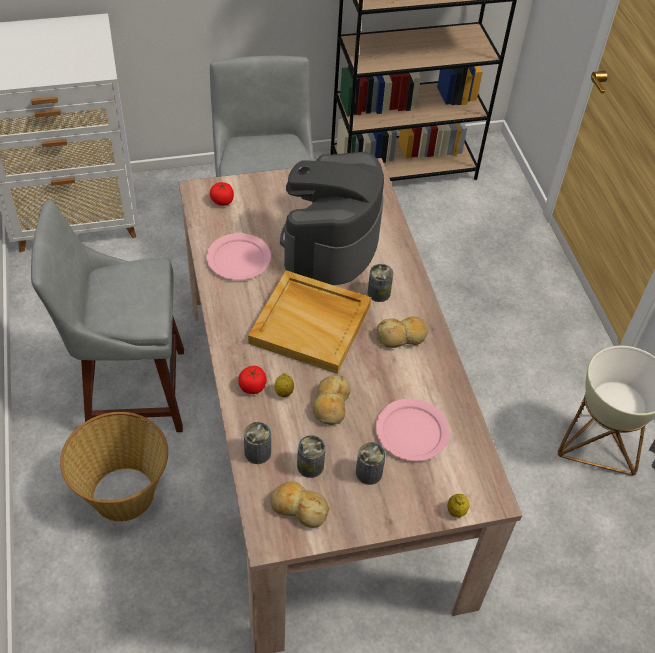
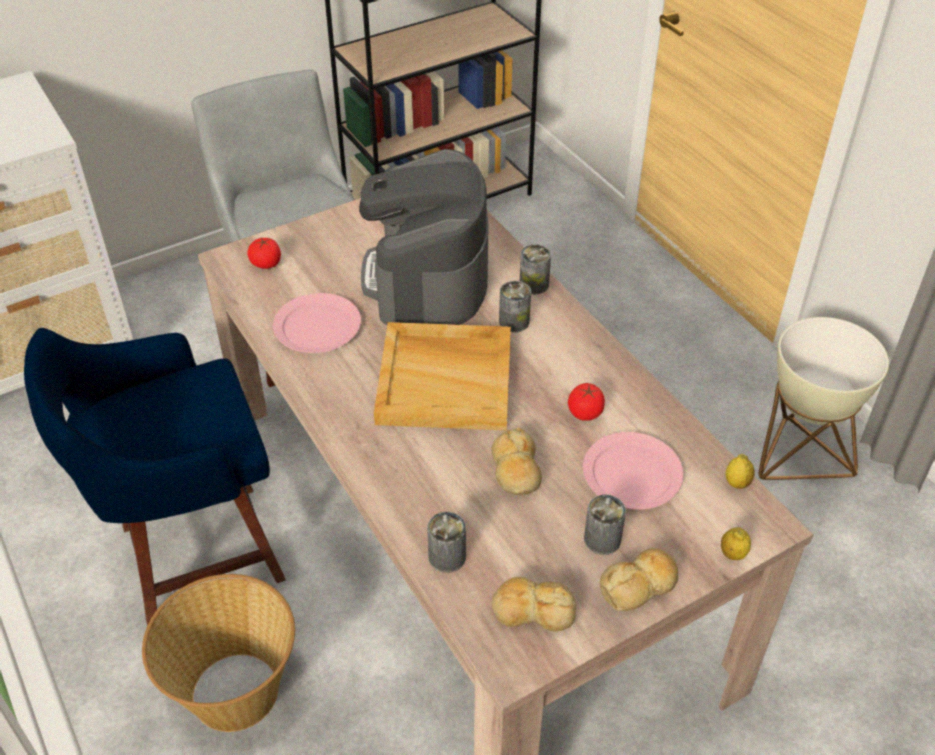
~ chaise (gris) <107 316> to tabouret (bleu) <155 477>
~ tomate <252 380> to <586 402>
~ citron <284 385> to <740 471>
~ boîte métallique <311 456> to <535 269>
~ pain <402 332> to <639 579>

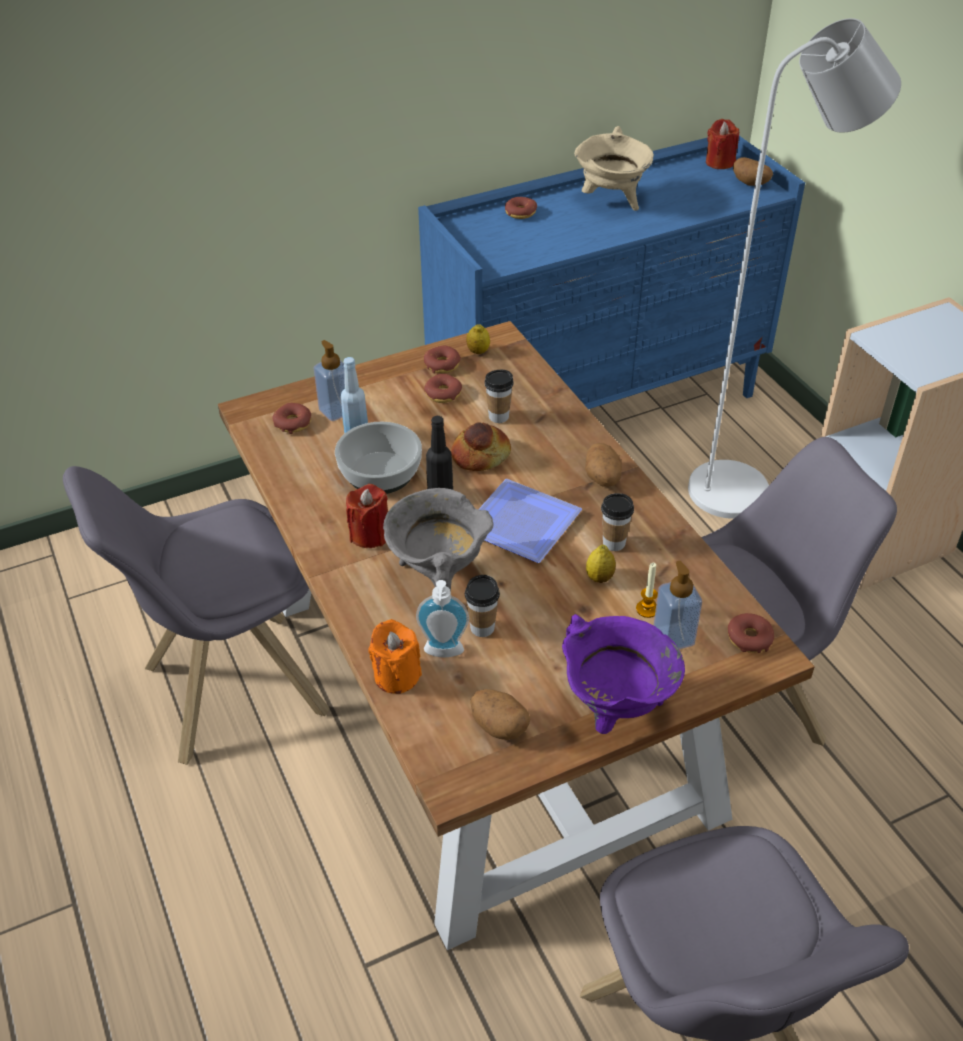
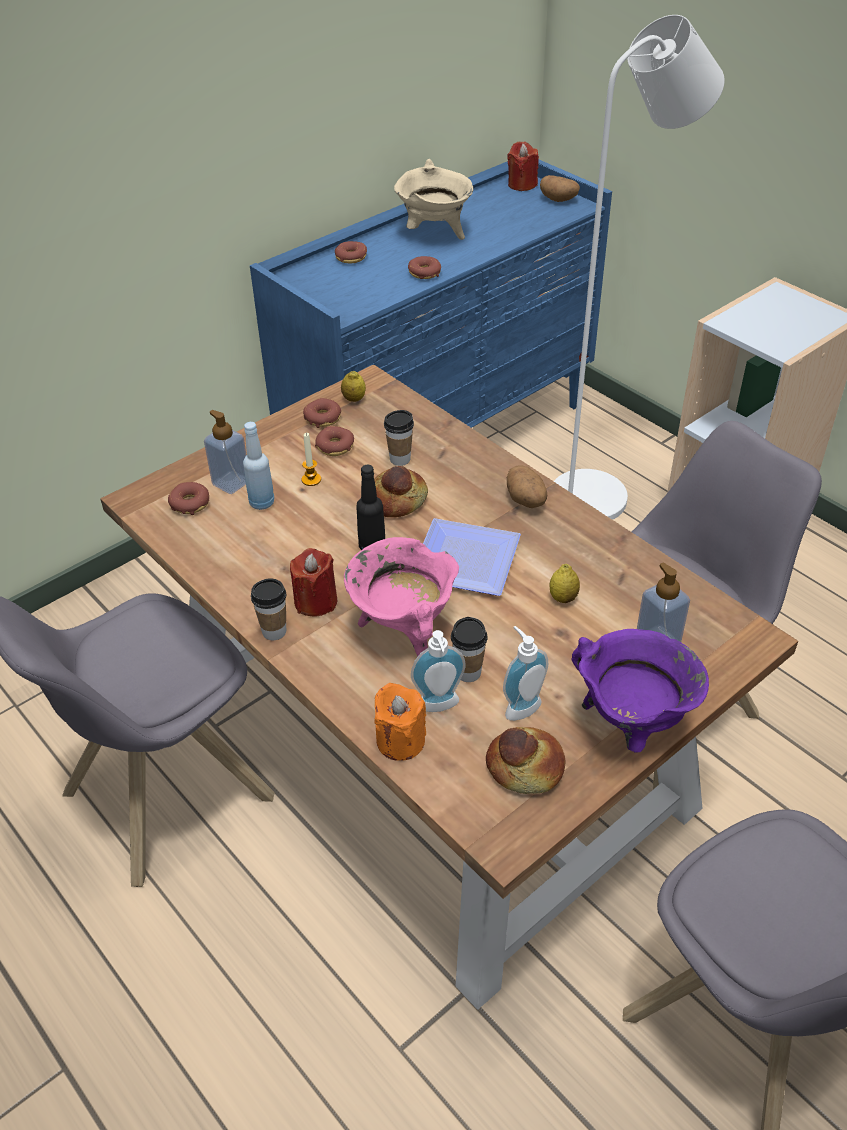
- bol <378 458>
~ marmite (gris) <438 539> to marmite (rose) <401 597>
~ pomme de terre <500 714> to pain <525 760>
~ tasse <617 522> to <268 609>
~ bougie <647 590> to <311 459>
~ beignet <751 633> to <424 267>
+ distributeur de savon <525 673>

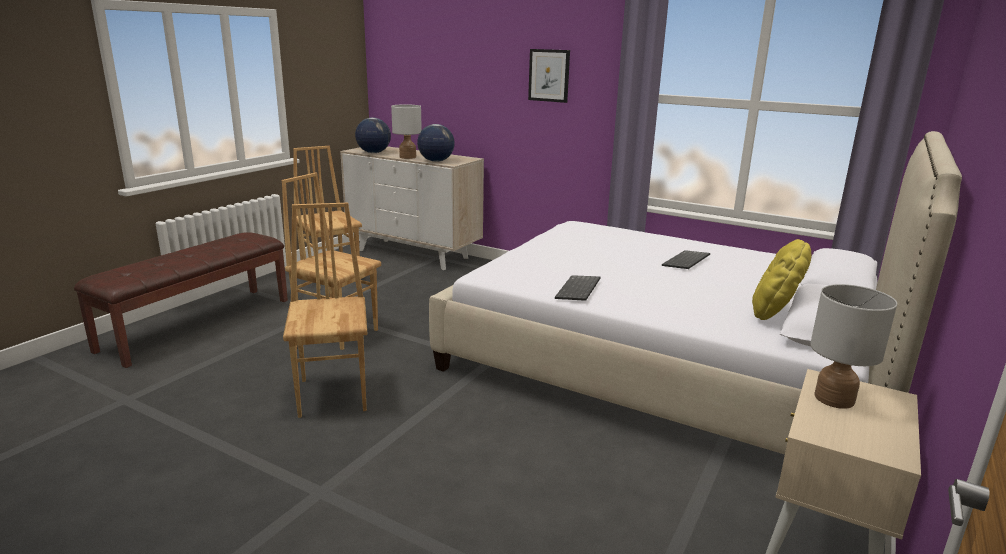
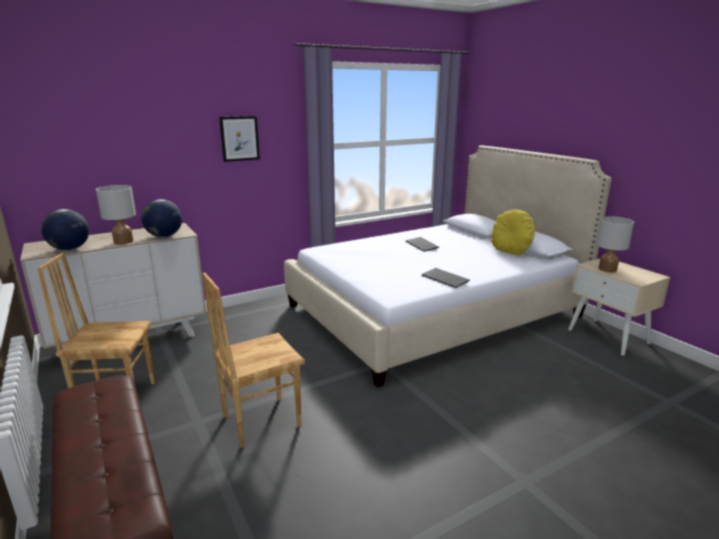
- chaise (marron) <325 310>

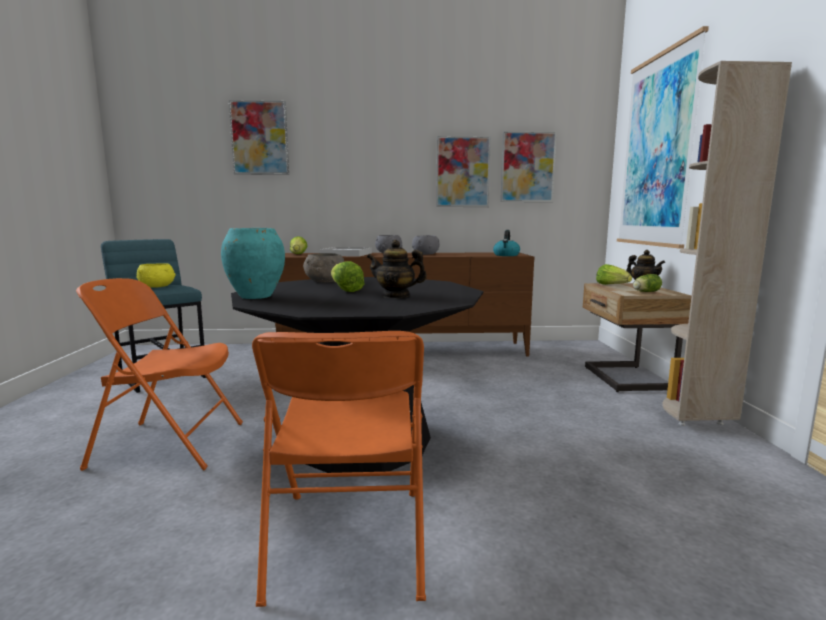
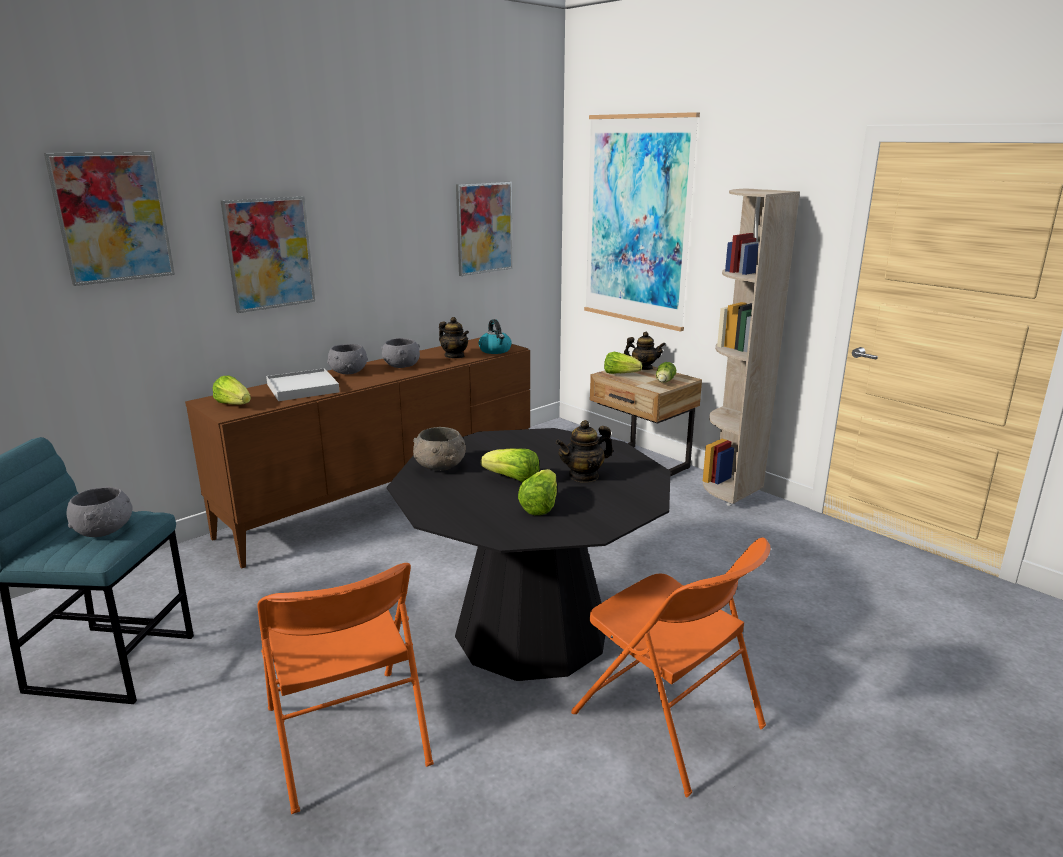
~ chaise (orange) <159 374> = <345 688> 75 degrees counterclockwise
~ bol (jaune) <156 275> to bol (gris) <99 512>
- vase (turquoise) <253 263>
~ tableau <463 171> to <268 254>
+ théière <454 337>
+ laitue <537 492>

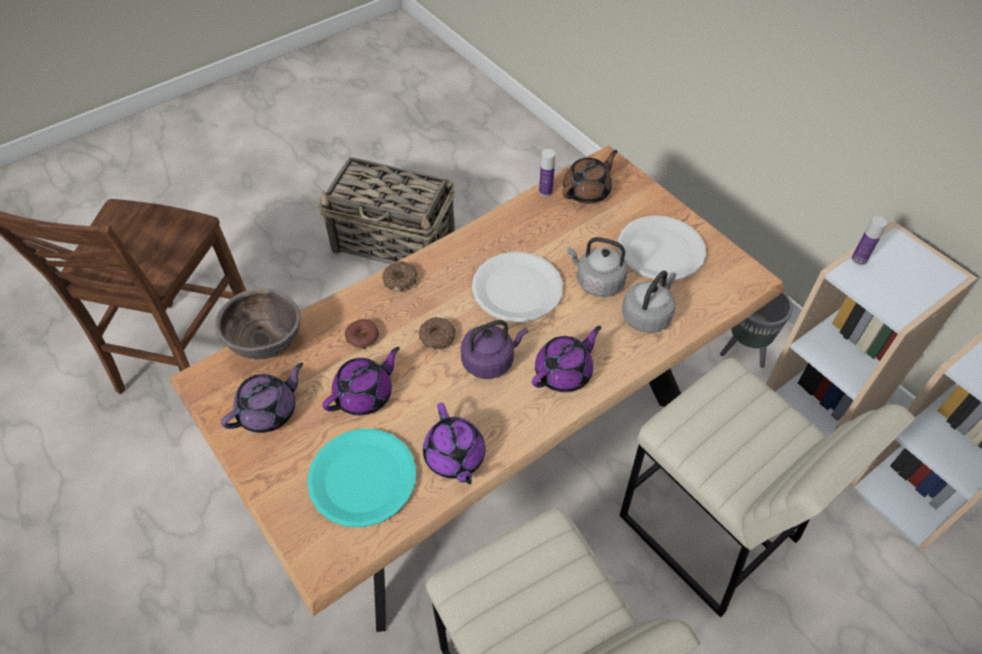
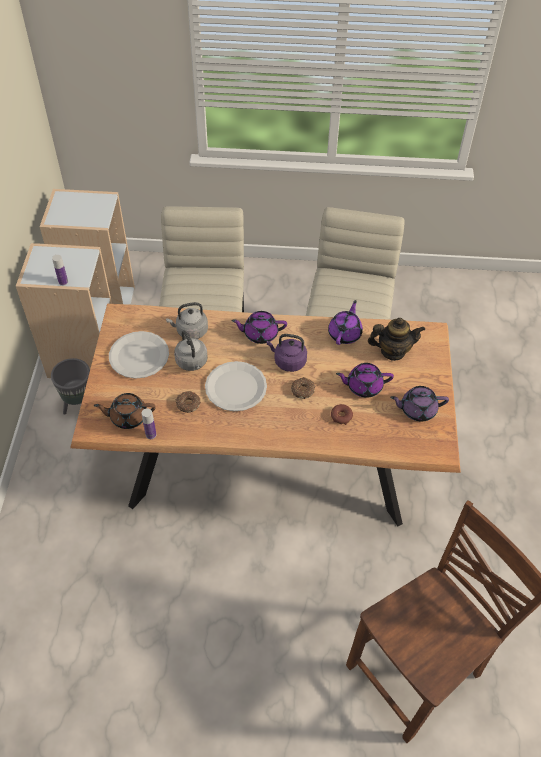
- bol (marron) <258 324>
~ assiette (turquoise) <361 478> to théière <396 339>
- panier <386 210>
~ beignet <400 276> to <188 402>

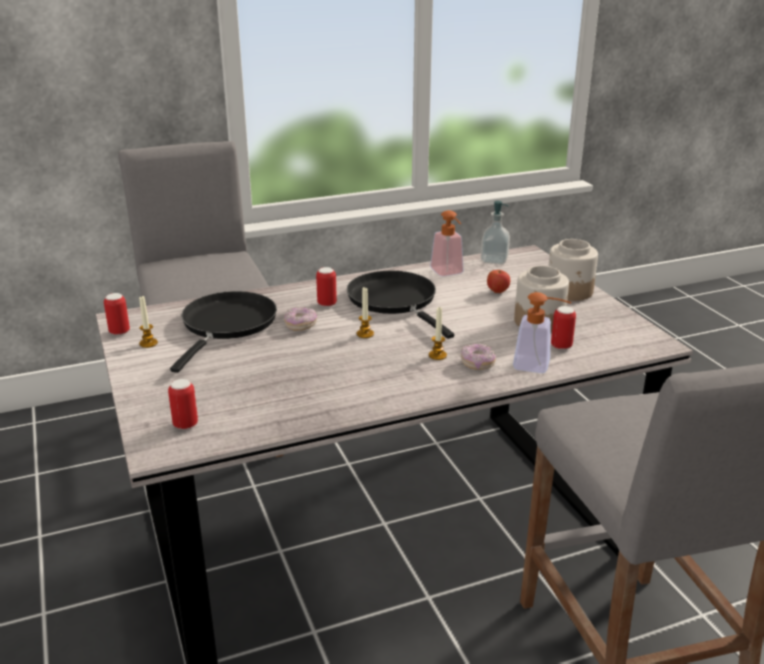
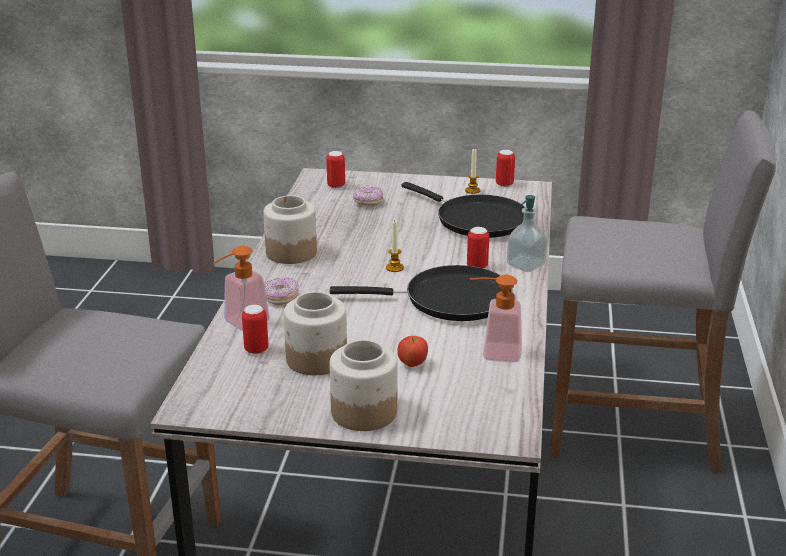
~ beignet <300 319> to <368 196>
- bougie <438 333>
~ distributeur de savon <495 233> to <527 233>
+ bocal <290 229>

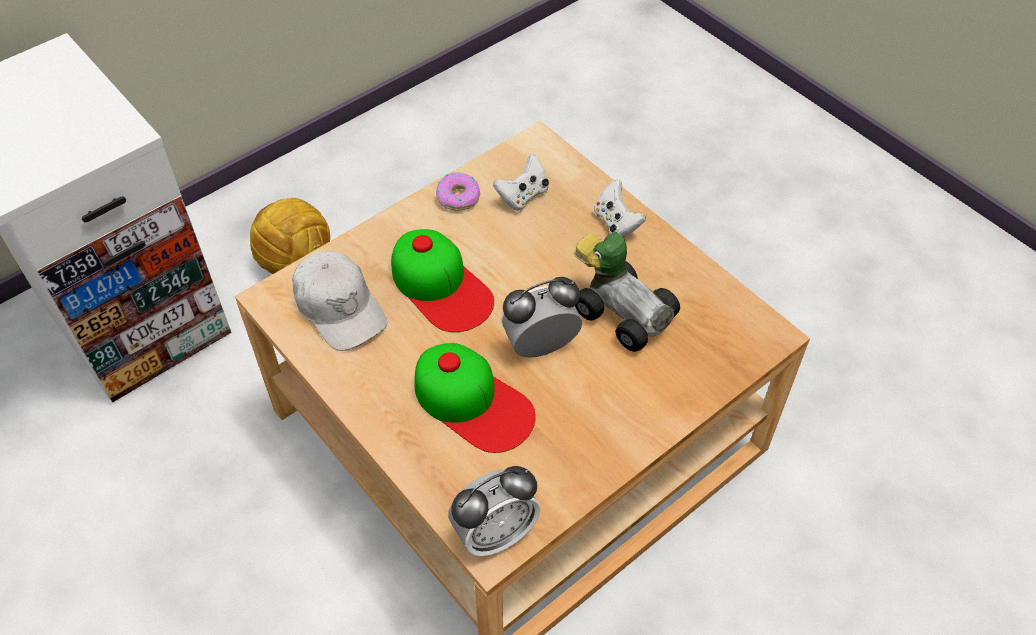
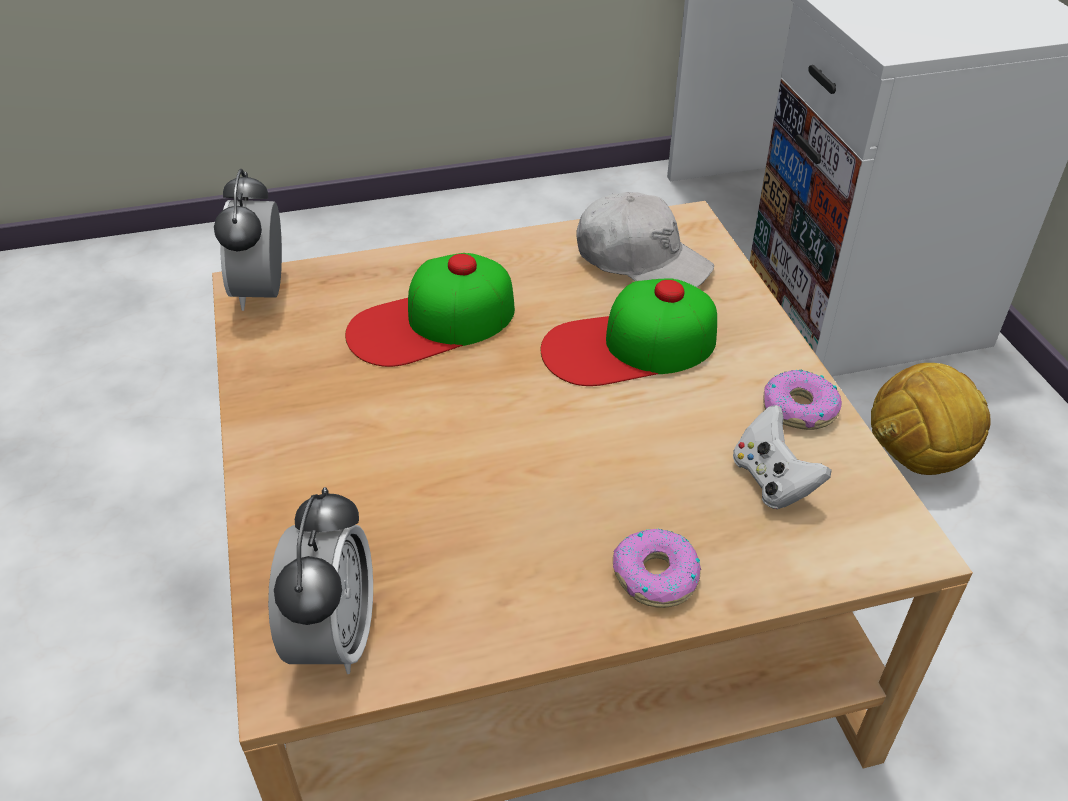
~ casquette (blanc) <339 301> = <645 240> 135 degrees counterclockwise
~ réveil <541 317> to <320 580>
- petite voiture <626 292>
~ manette (blanc) <620 208> to beignet <657 568>

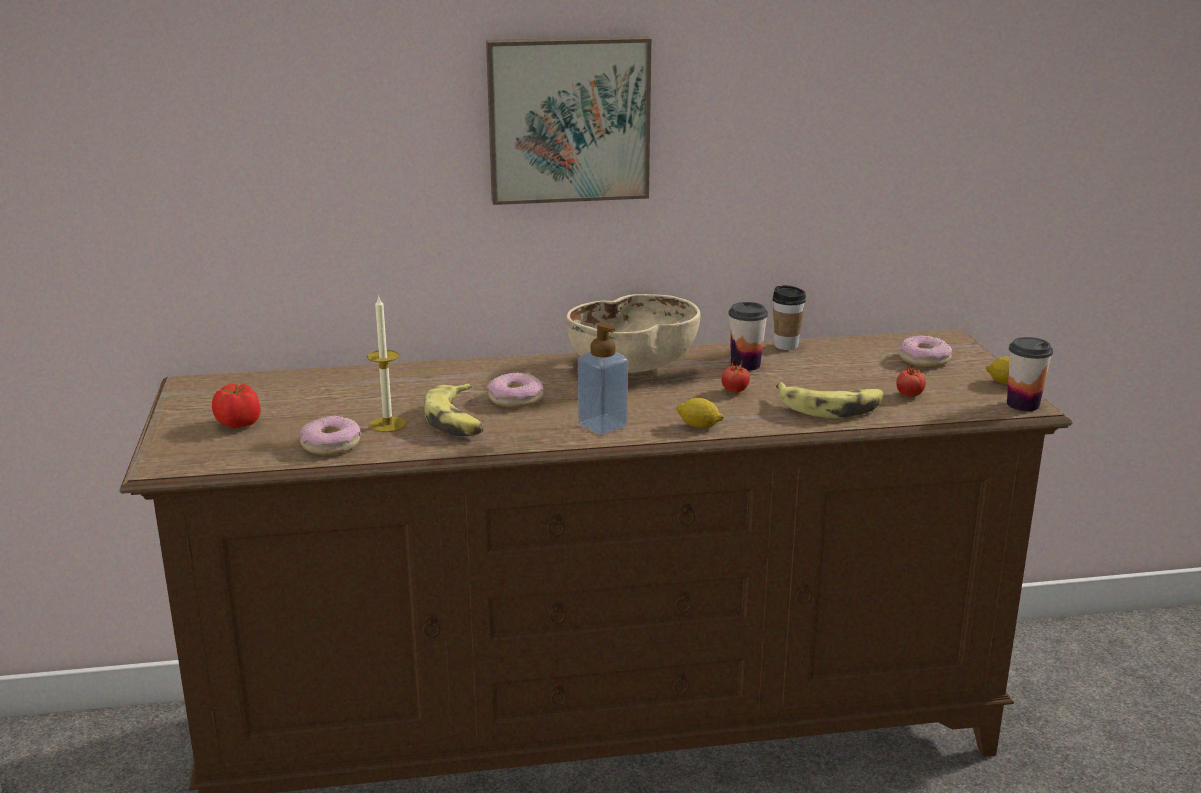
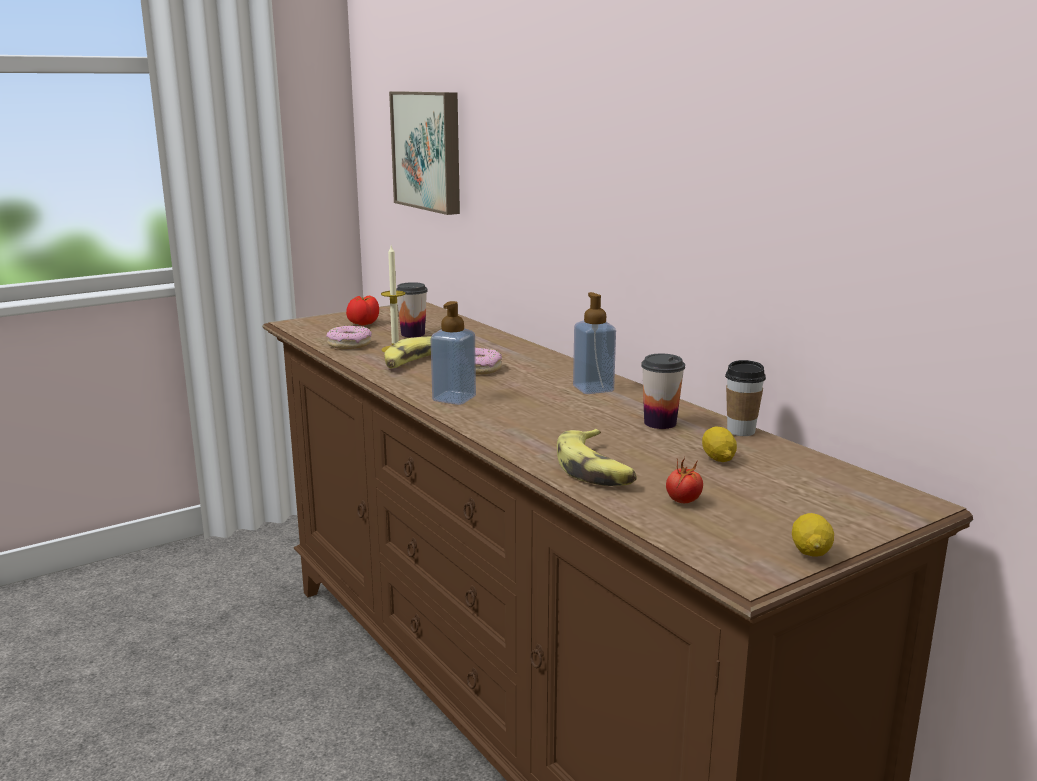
~ tableau <568 120> to <424 153>
~ bol (beige) <633 333> to distributeur de savon <594 343>
~ citron <700 413> to <719 444>
- tomate <735 375>
- beignet <926 351>
~ tasse <1030 374> to <412 309>

